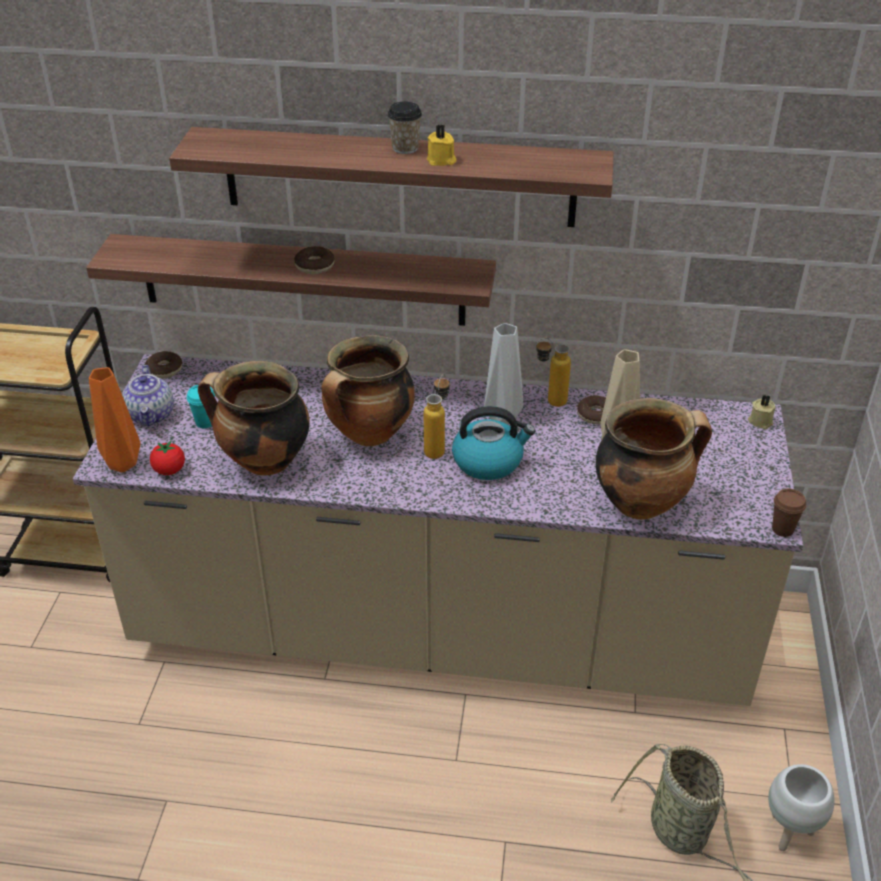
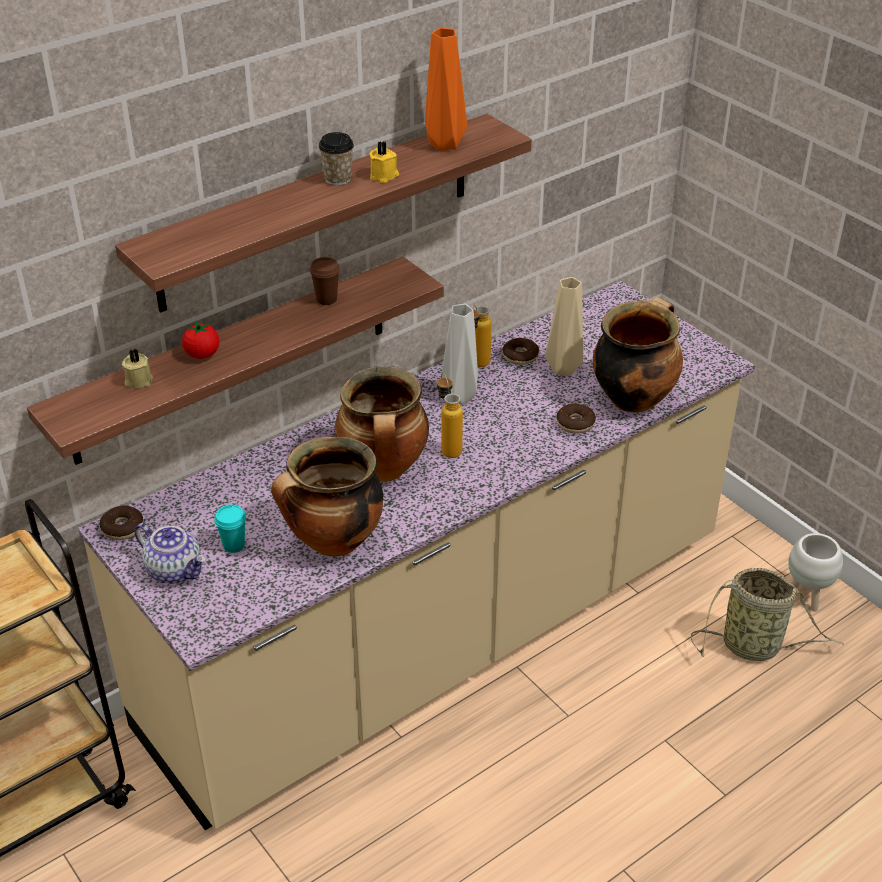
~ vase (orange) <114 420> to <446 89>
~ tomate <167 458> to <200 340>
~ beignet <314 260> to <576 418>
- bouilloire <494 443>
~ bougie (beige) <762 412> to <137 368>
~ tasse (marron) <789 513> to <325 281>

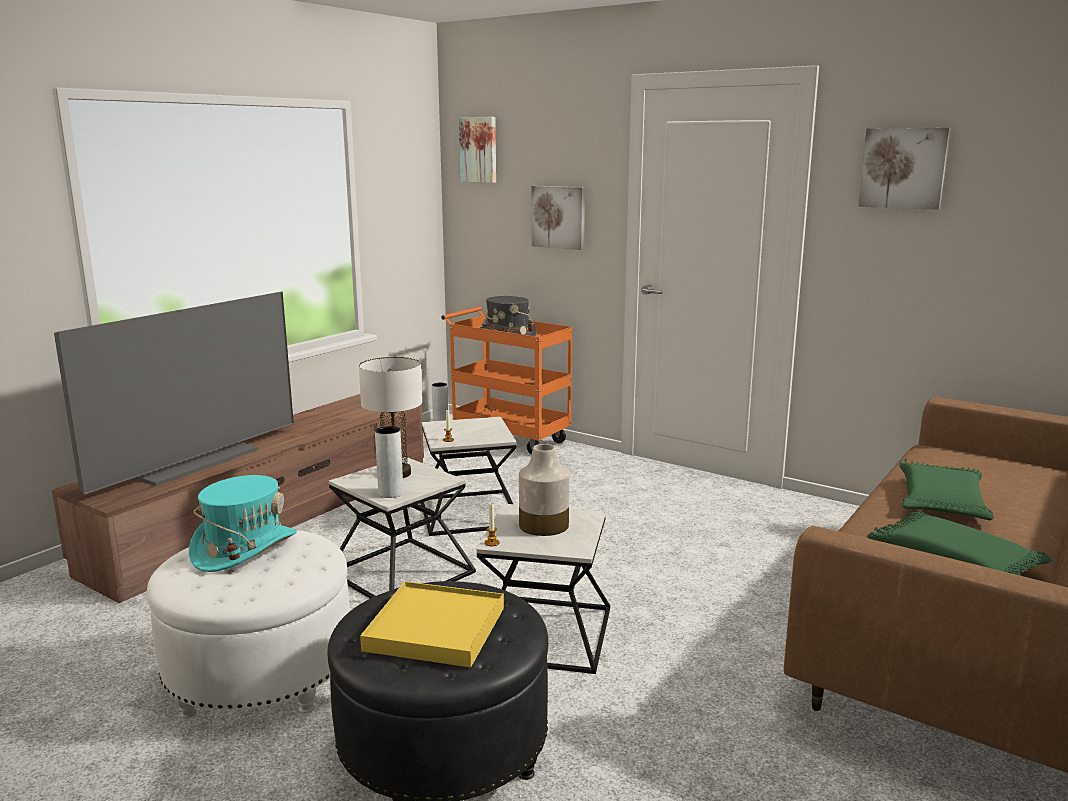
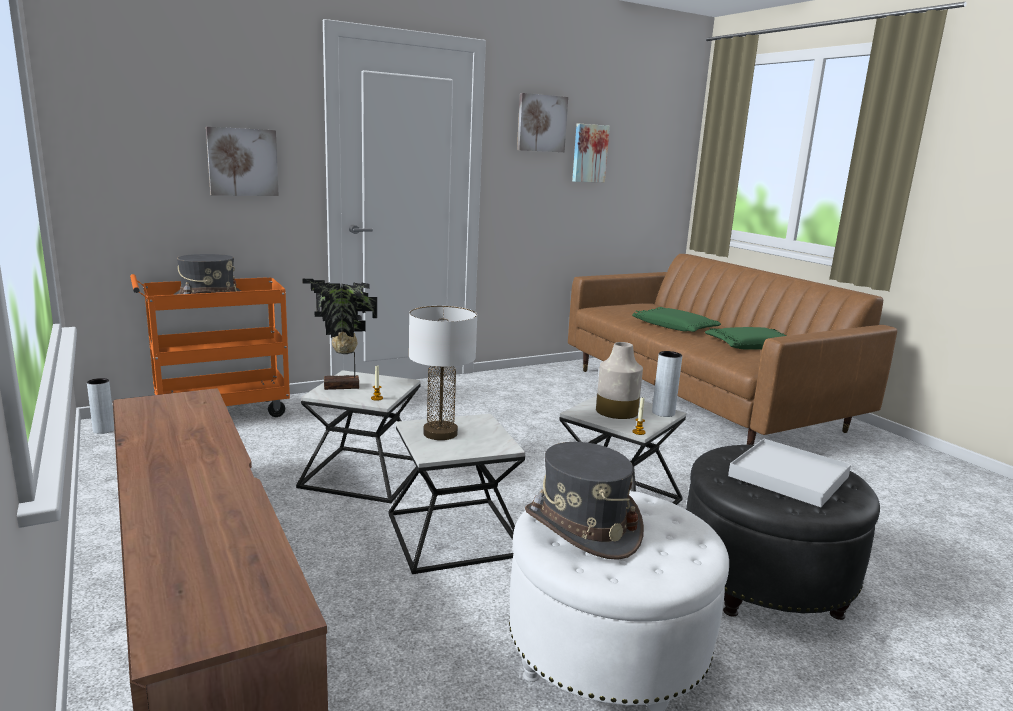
- téléviseur <174 393>
~ chapeau (turquoise) <243 523> to chapeau (gris) <584 501>
~ plateau (jaune) <432 624> to plateau (blanc) <789 473>
~ vase (gris) <389 462> to <667 384>
~ tableau <477 150> to <591 153>
+ plante en pot <339 334>

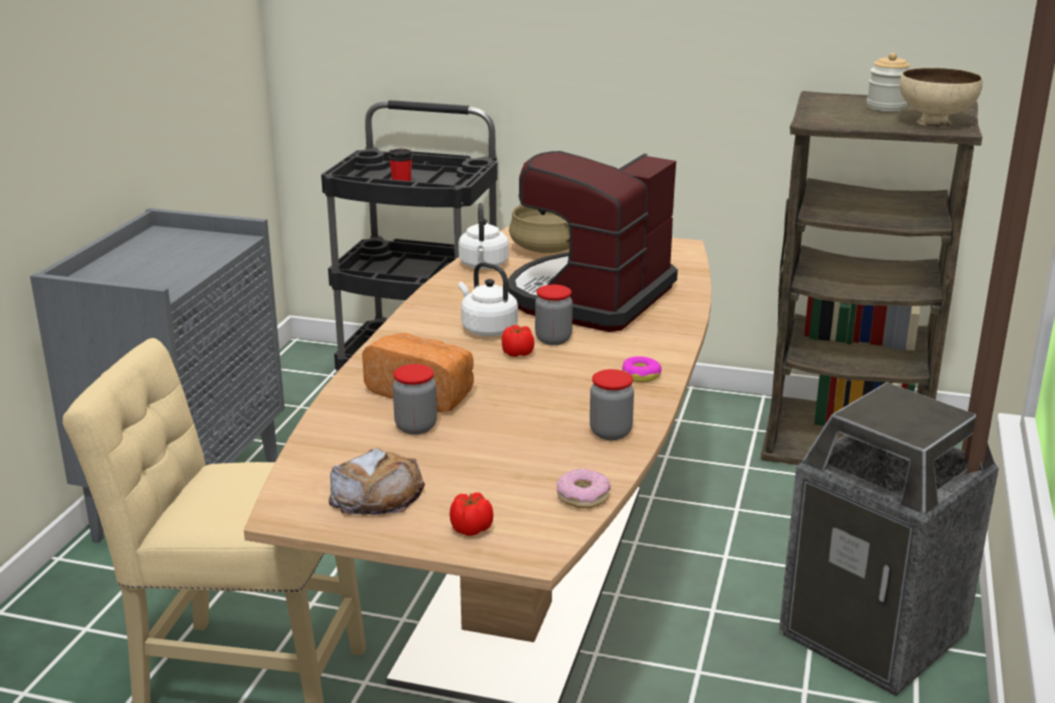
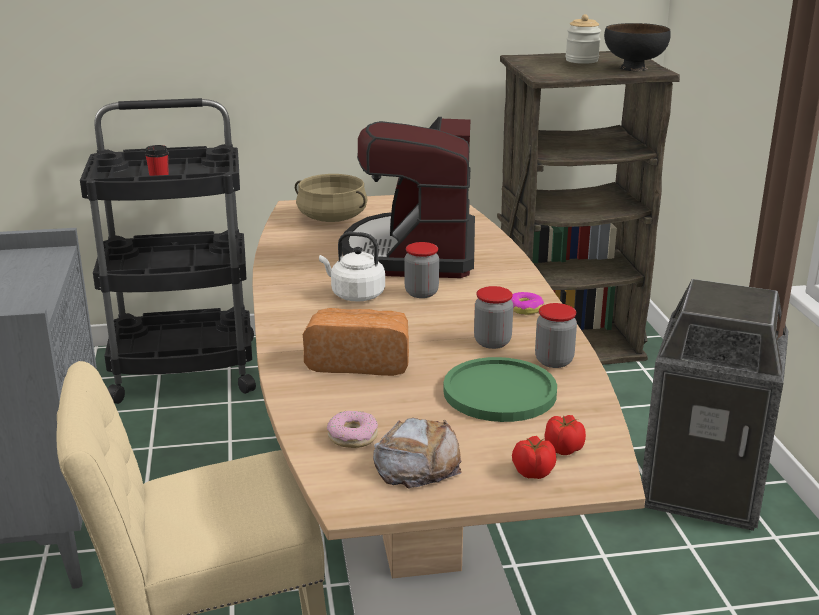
~ bocal <415 399> to <493 317>
- bouilloire (blanc) <483 236>
~ tomate <518 341> to <565 435>
~ beignet <583 488> to <352 429>
~ bol (beige) <941 97> to bol (noir) <637 47>
+ assiette (vert) <500 389>

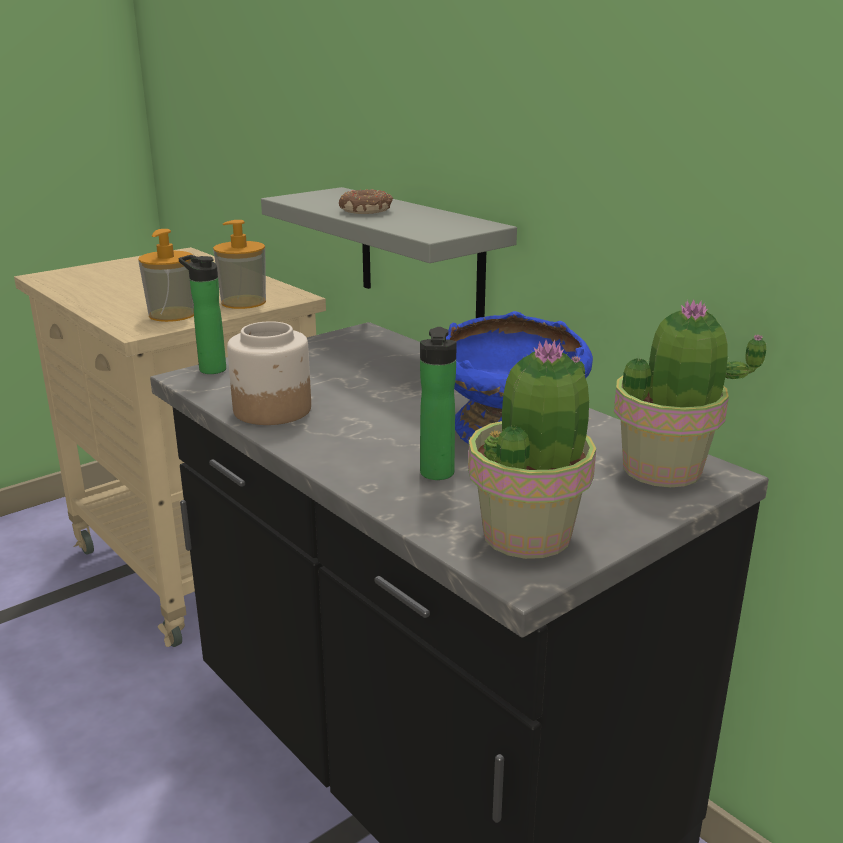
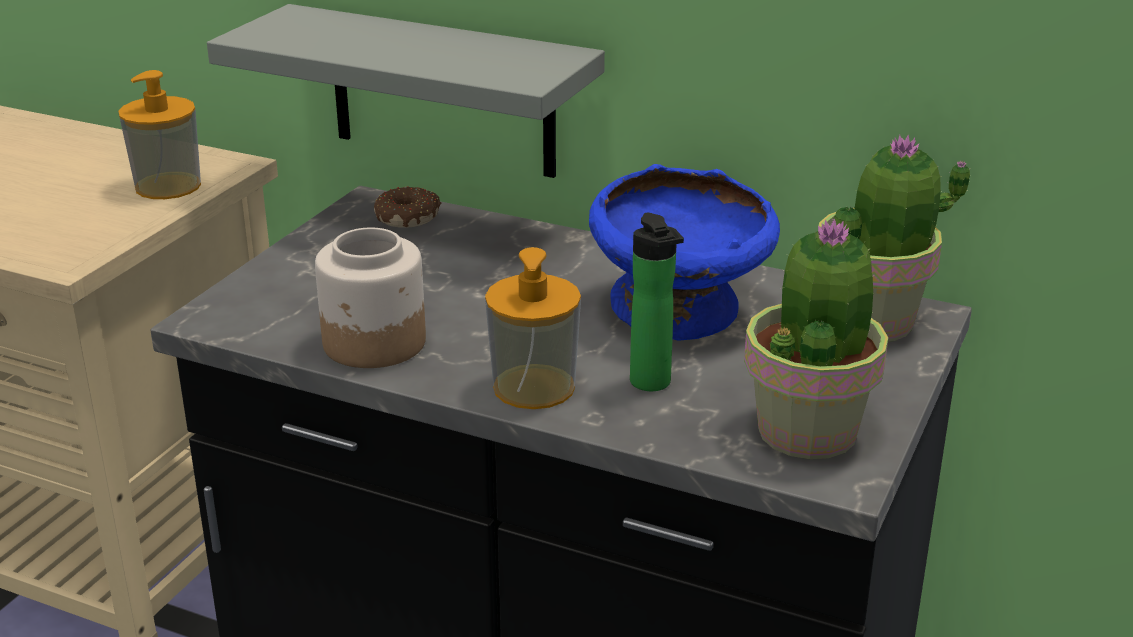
~ distributeur de savon <166 275> to <533 328>
- bouteille <202 314>
~ beignet <366 201> to <407 207>

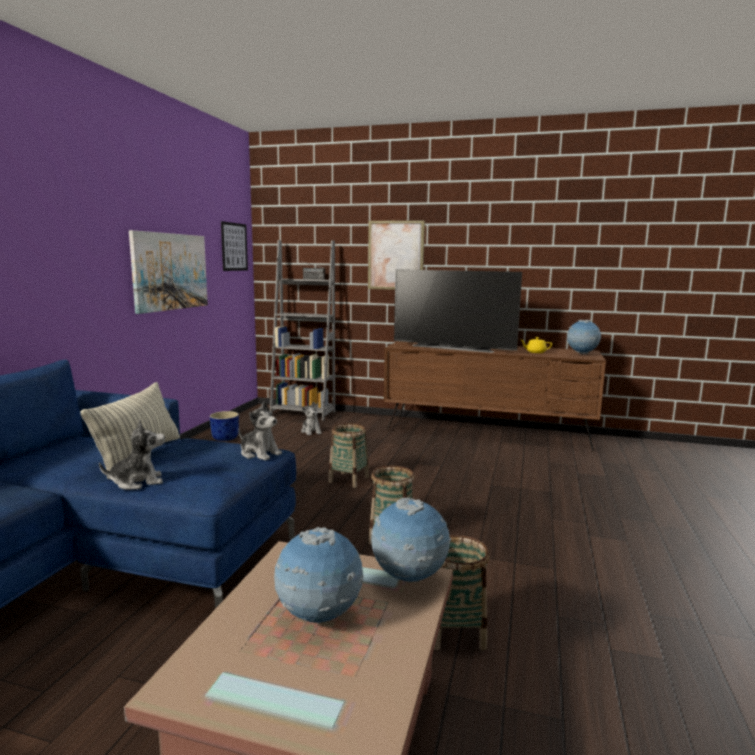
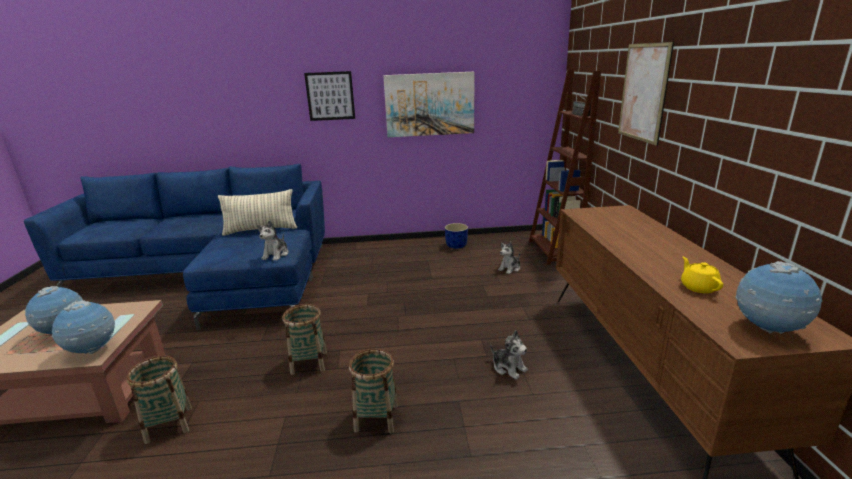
~ peluche <132 455> to <509 355>
~ tableau <234 246> to <329 96>
~ bibliothèque (gris) <302 330> to bibliothèque (marron) <565 167>
~ panier <349 455> to <373 390>
- téléviseur <458 311>

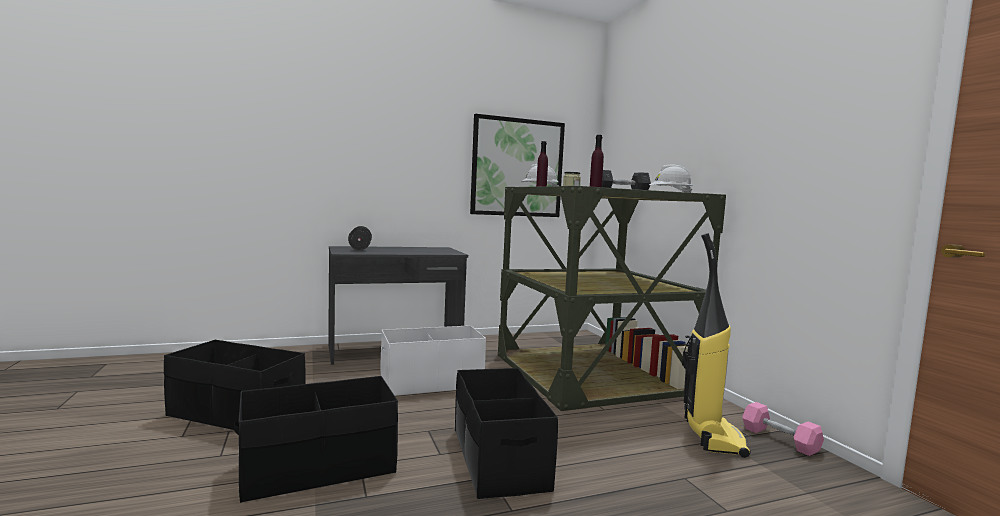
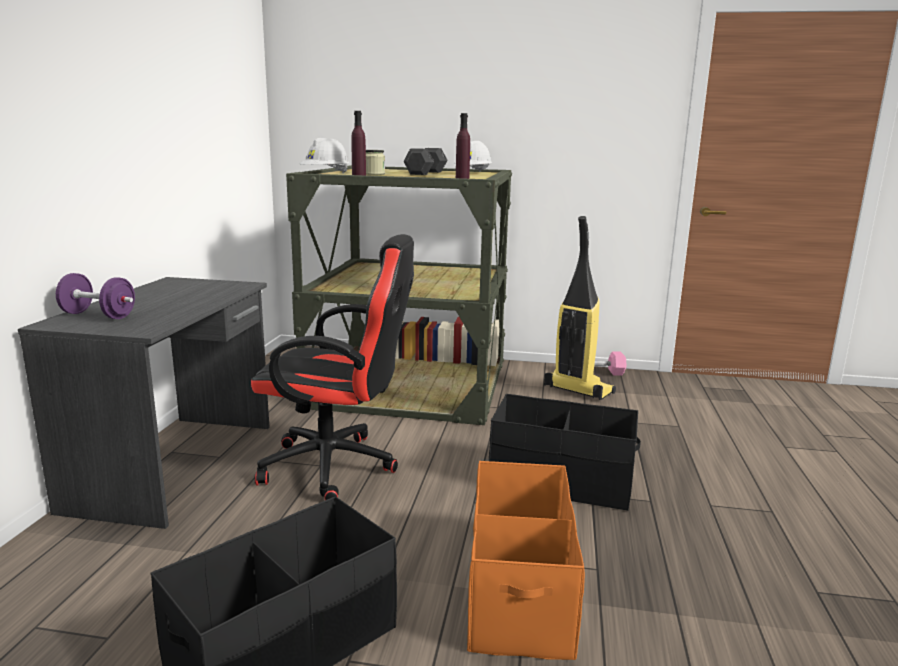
~ boîte de rangement (noir) <316 439> to boîte de rangement (orange) <526 560>
~ haltère (noir) <360 238> to haltère (violet) <95 296>
~ boîte de rangement (blanc) <433 360> to chaise de bureau (noir) <332 367>
- tableau <517 165>

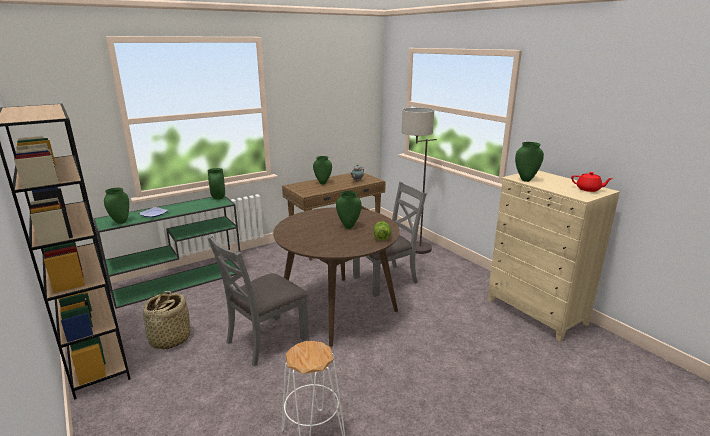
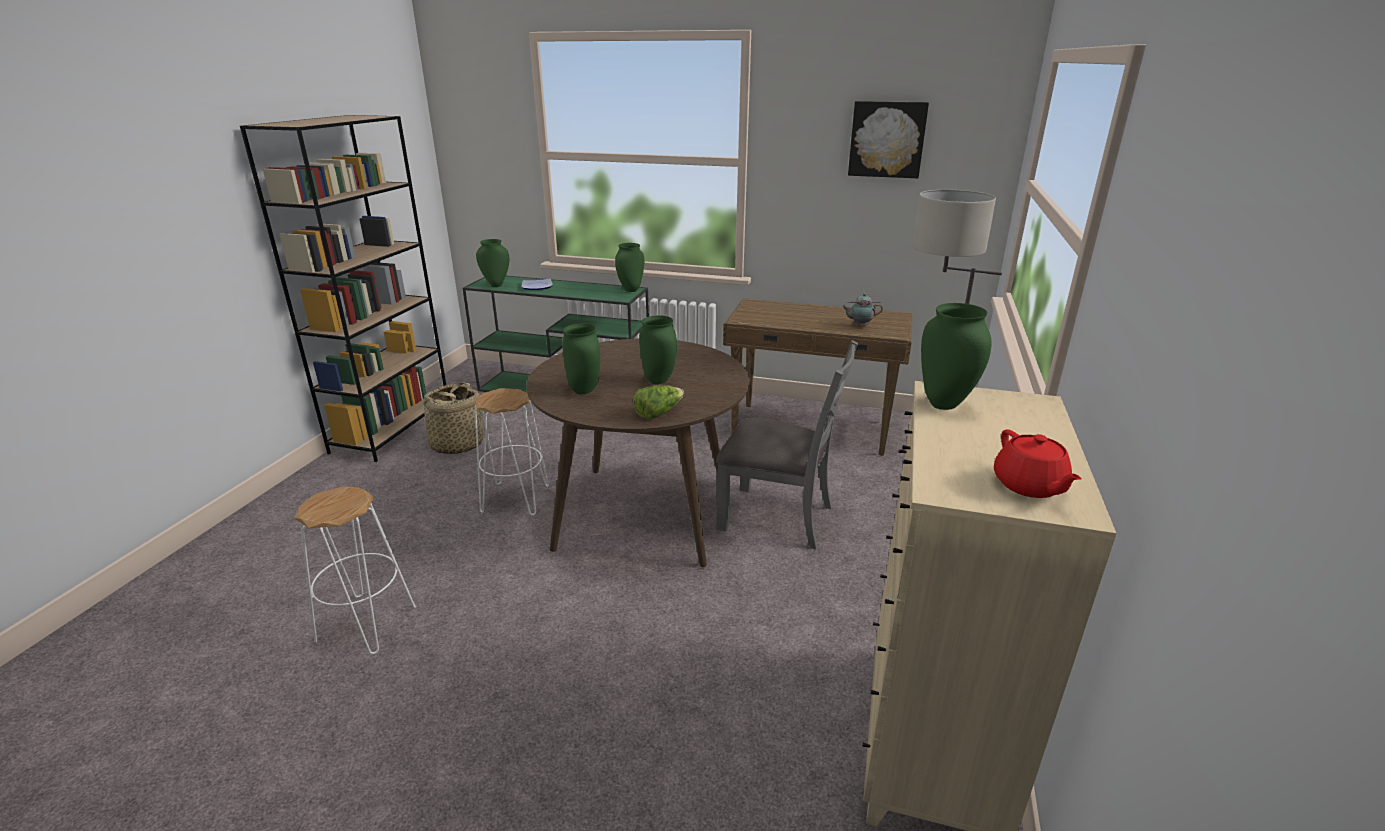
~ chaise (gris) <258 300> to tabouret (blanc) <512 451>
~ vase (vert) <322 170> to <581 359>
+ tableau <888 139>

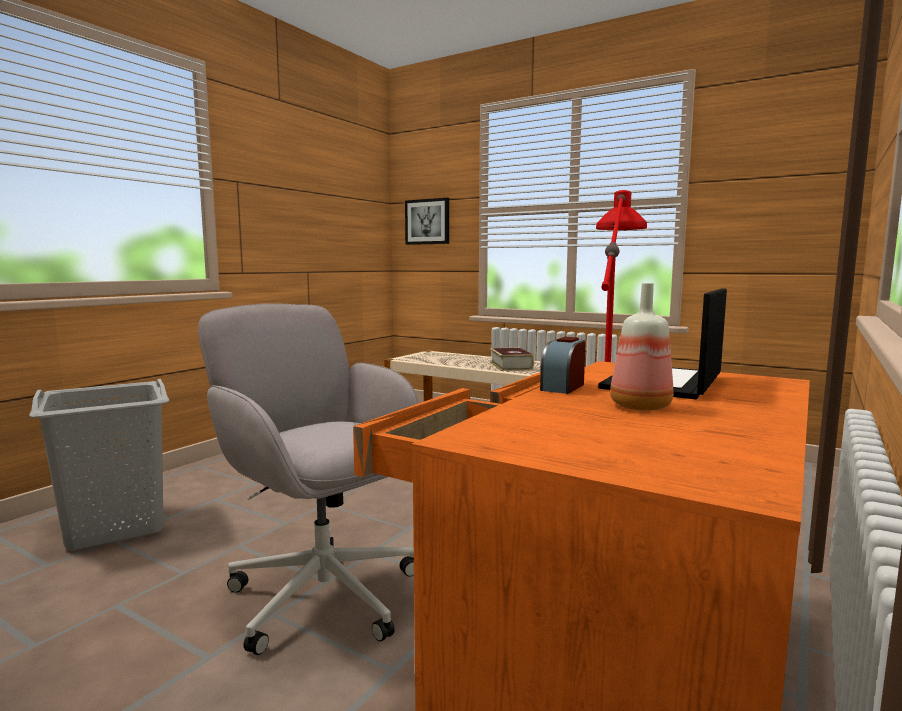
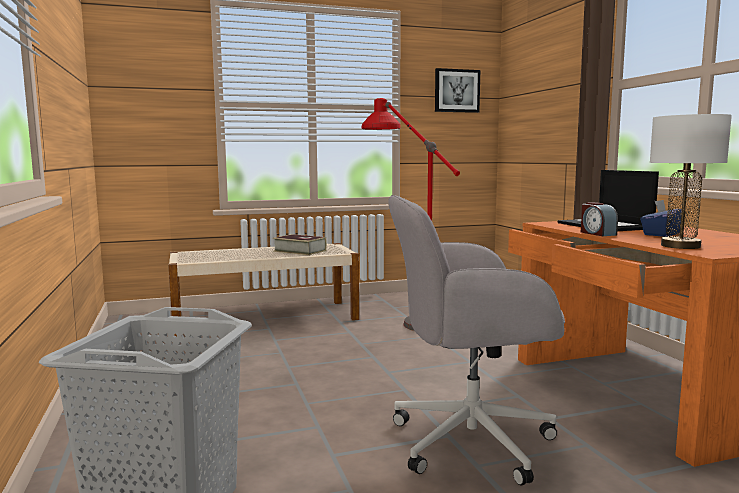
~ tableau <427 221> to <457 90>
~ bouteille <641 347> to boîte à mouchoirs (bleu) <661 218>
+ lampe de table <691 181>

